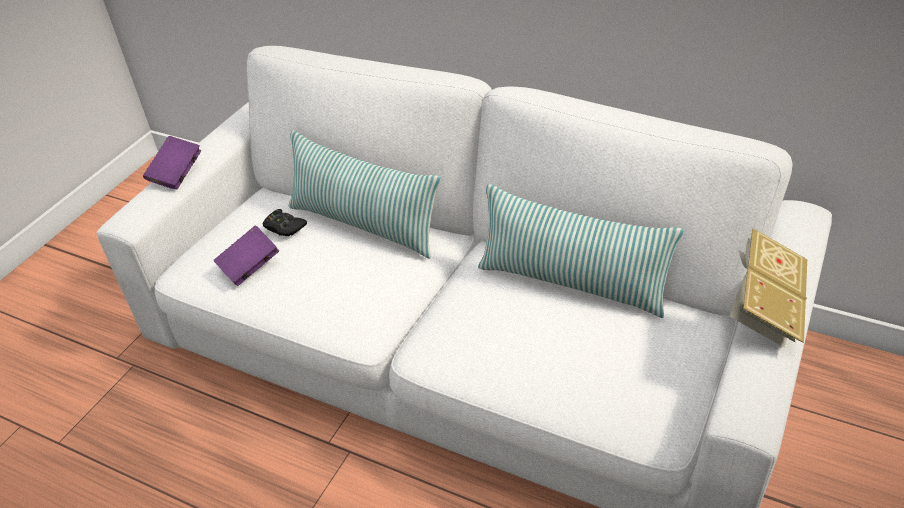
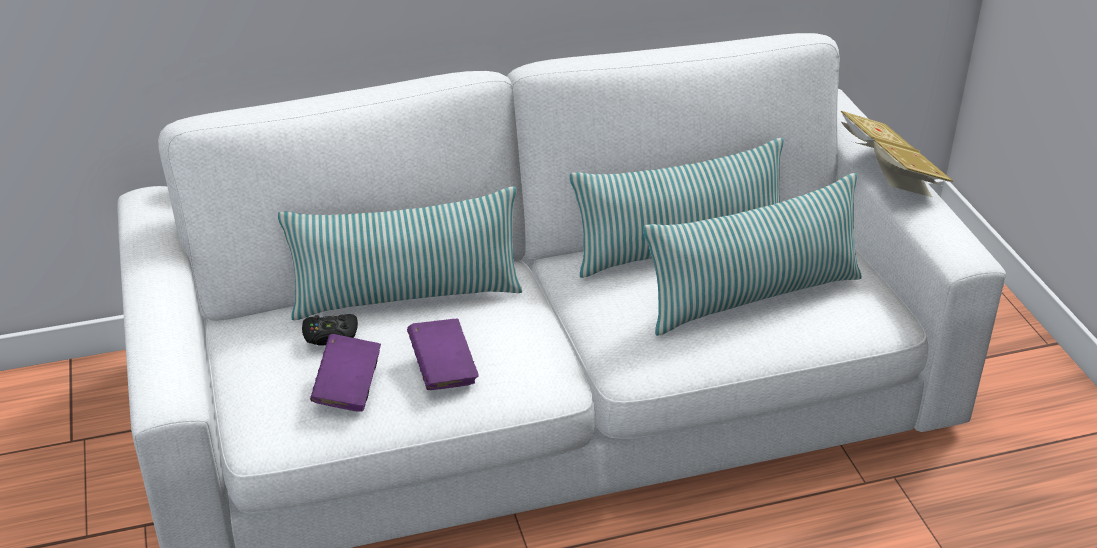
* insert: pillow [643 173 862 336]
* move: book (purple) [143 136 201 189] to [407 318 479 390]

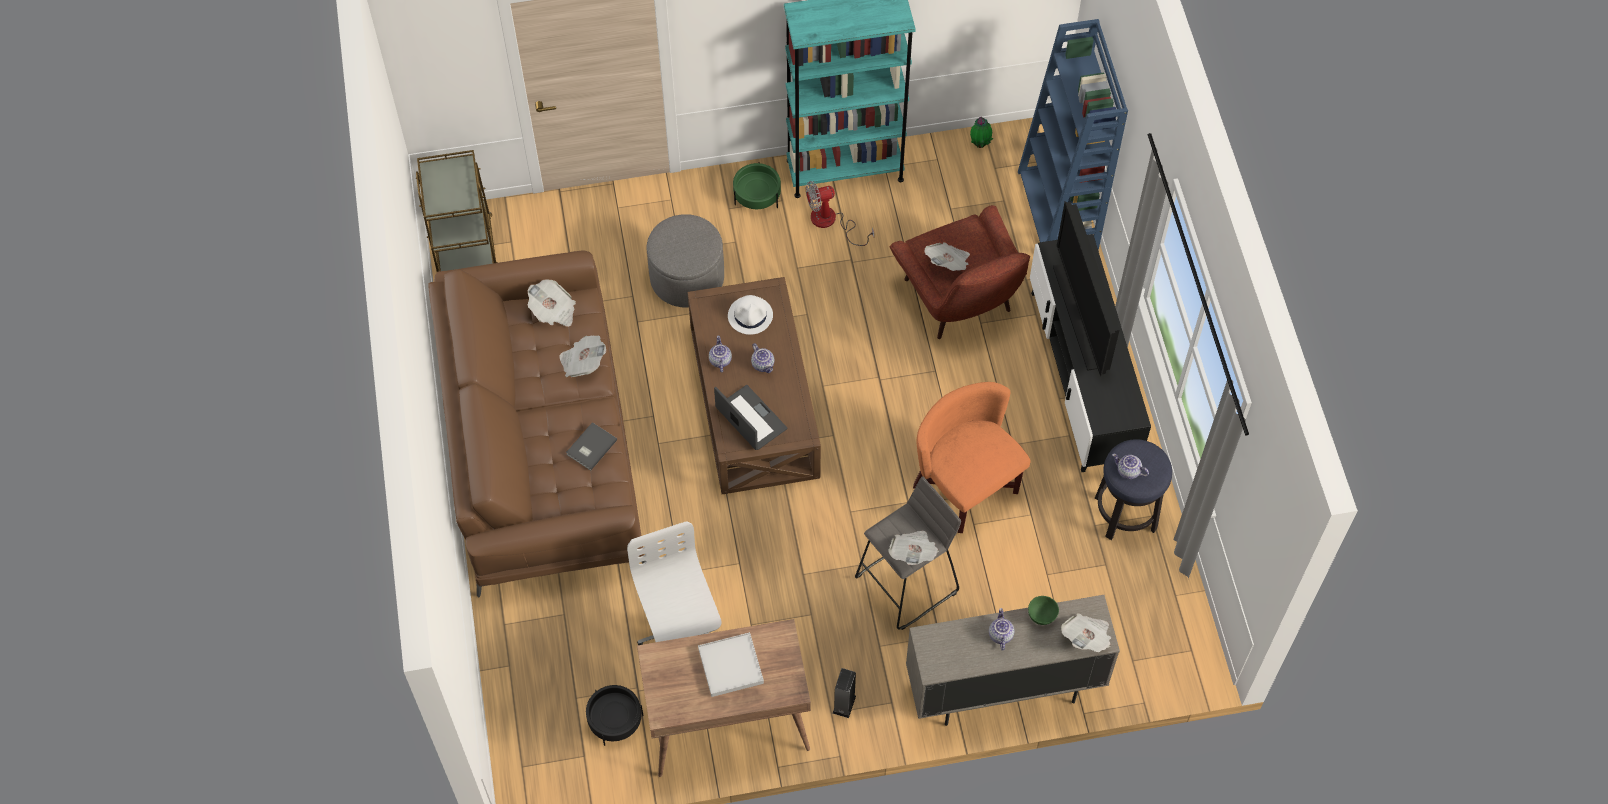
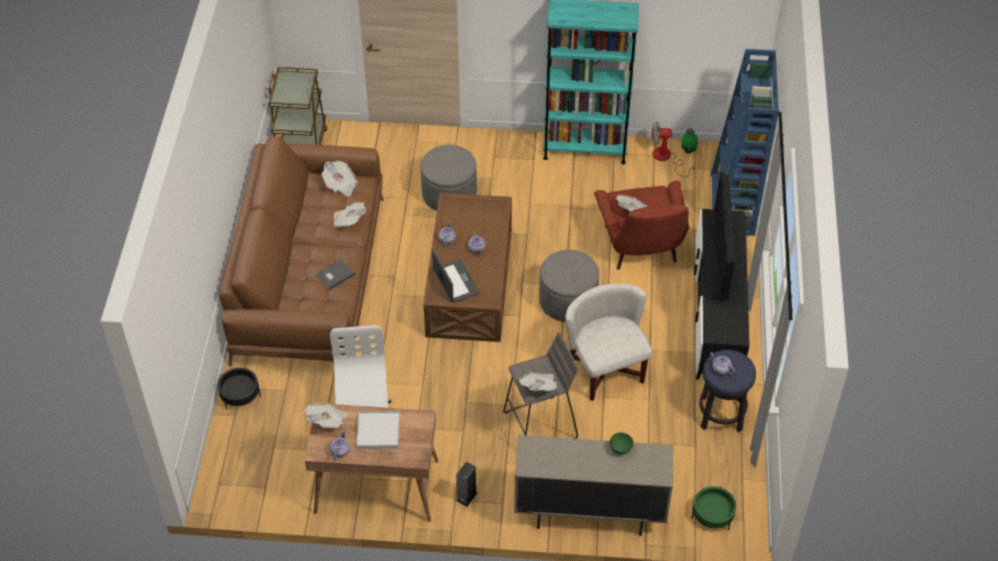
* delete: wearable hat (white) [728 295 773 335]
* insert: footrest (greyish) [539 250 599 322]
* move: plant pot (black-coloured) [586 685 643 746] to [218 368 261 409]
* move: plant pot (greenish) [733 163 781 209] to [691 486 736 530]
* move: electric fan [806 181 874 246] to [652 122 695 177]
* move: teapot [989 608 1014 650] to [330 430 350 461]
* move: newspaper [1061 613 1111 652] to [305 403 348 428]
* recolor: lounge chair (orange) [913 382 1030 533] to lounge chair (white) [565 284 653 401]

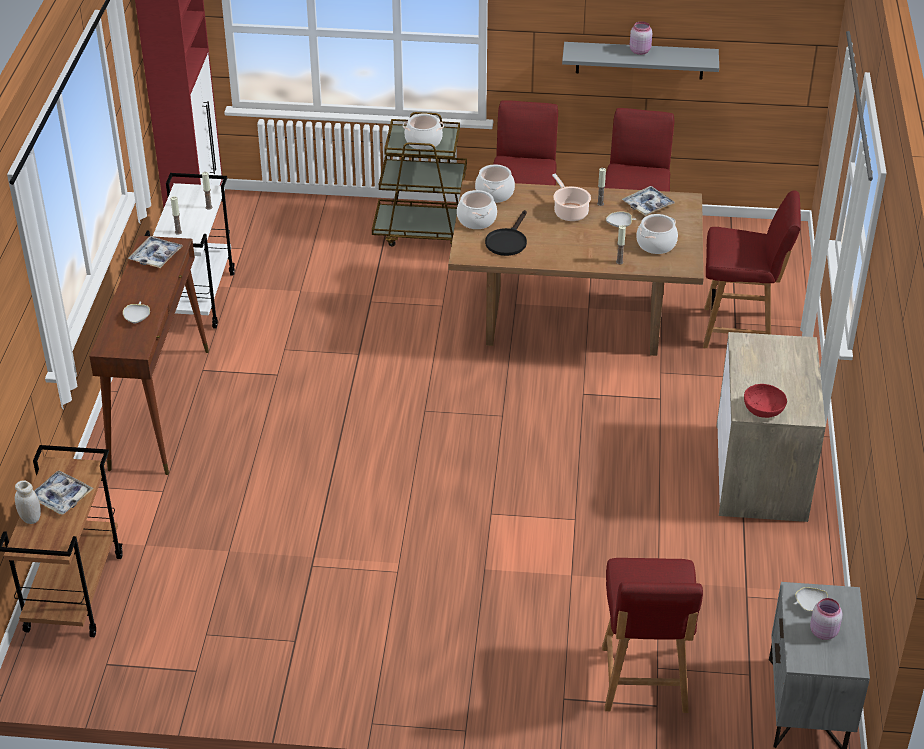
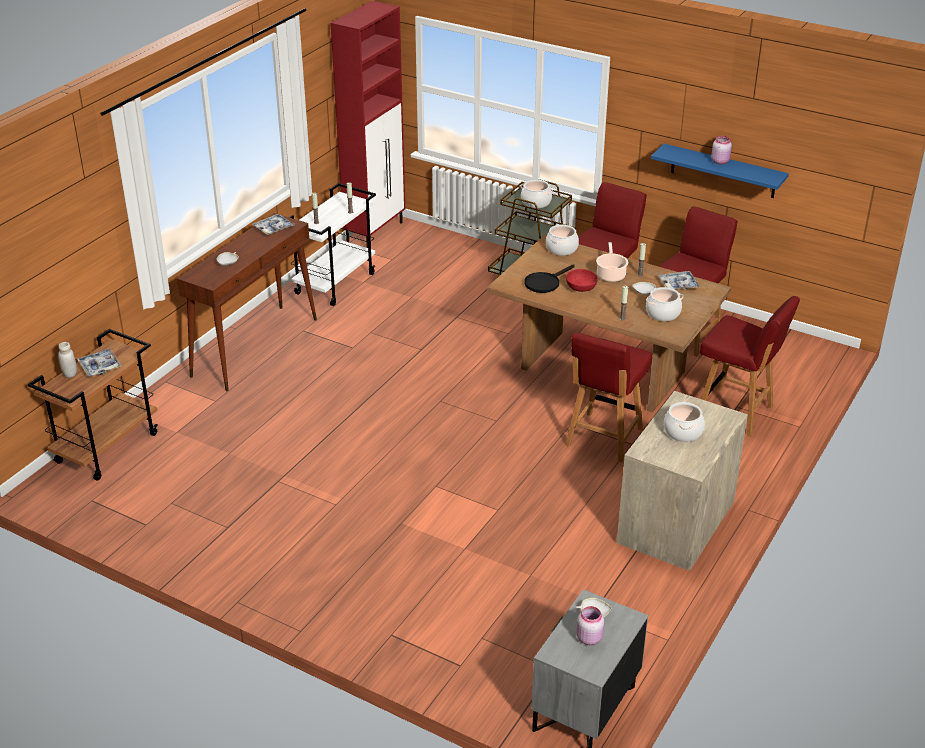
* move: cooking pot [457 190 497 229] to [664 402 705 442]
* move: chair (red-coloured) [602 558 703 713] to [566 332 652 462]
* move: serving bowl (red-coloured) [744 384 787 418] to [566 269 598 292]
* recolor: bracket shelf (greyish) [562 42 719 79] to bracket shelf (blue) [651 144 789 198]

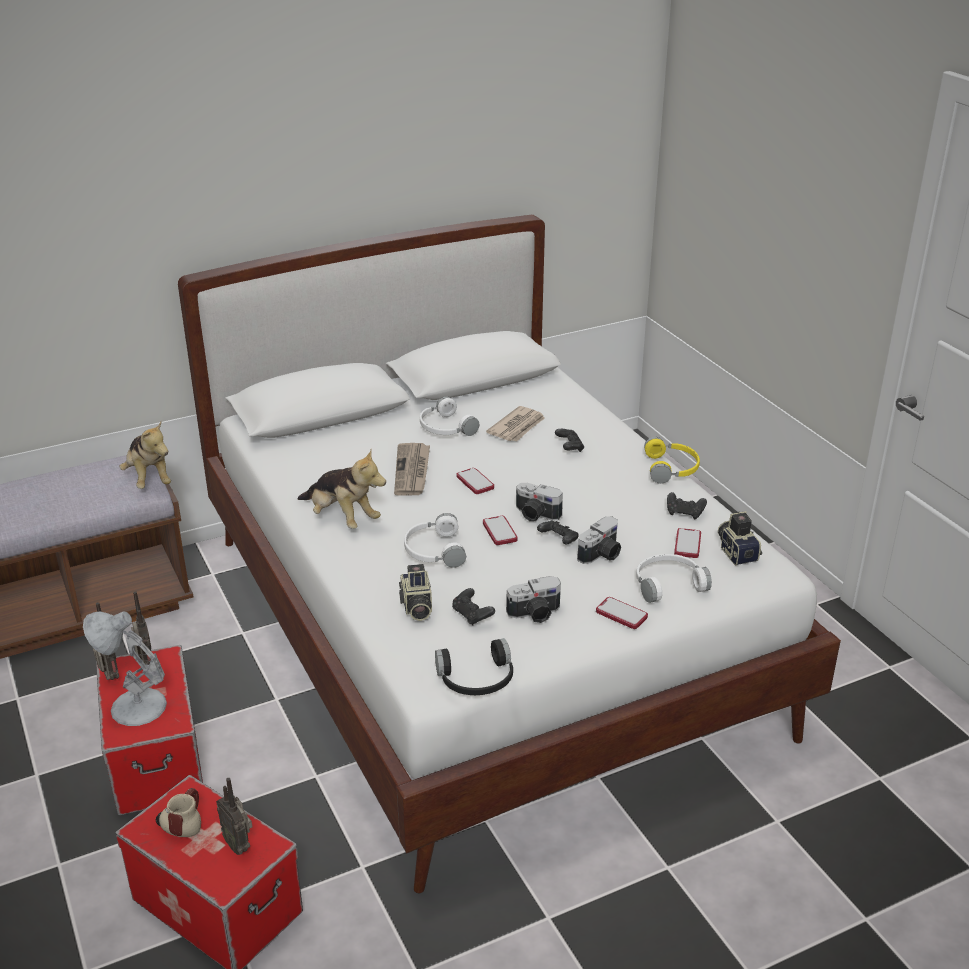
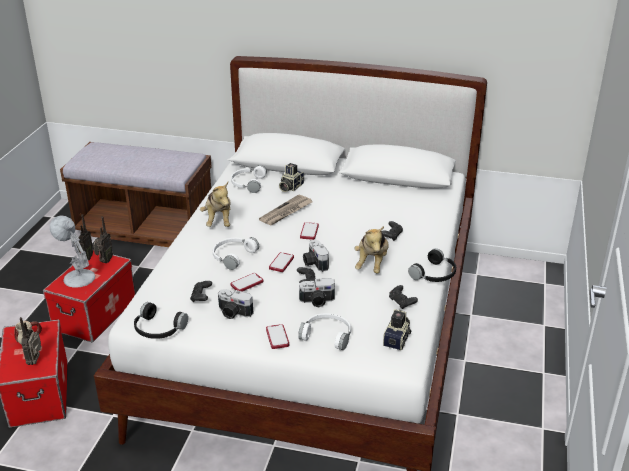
* delete: newspaper [486 406 545 442]
* move: soft toy [120 421 171 489] to [355 226 389 273]
* move: photo camera [399 564 432 621] to [279 163 304 192]
* move: headset (white) [420 396 480 436] to [231 165 267 193]
* move: phone [674 528 701 558] to [230 273 263 292]
* recolor: headset (yellow-coloured) [644 437 700 484] to headset (black-coloured) [408 248 456 282]

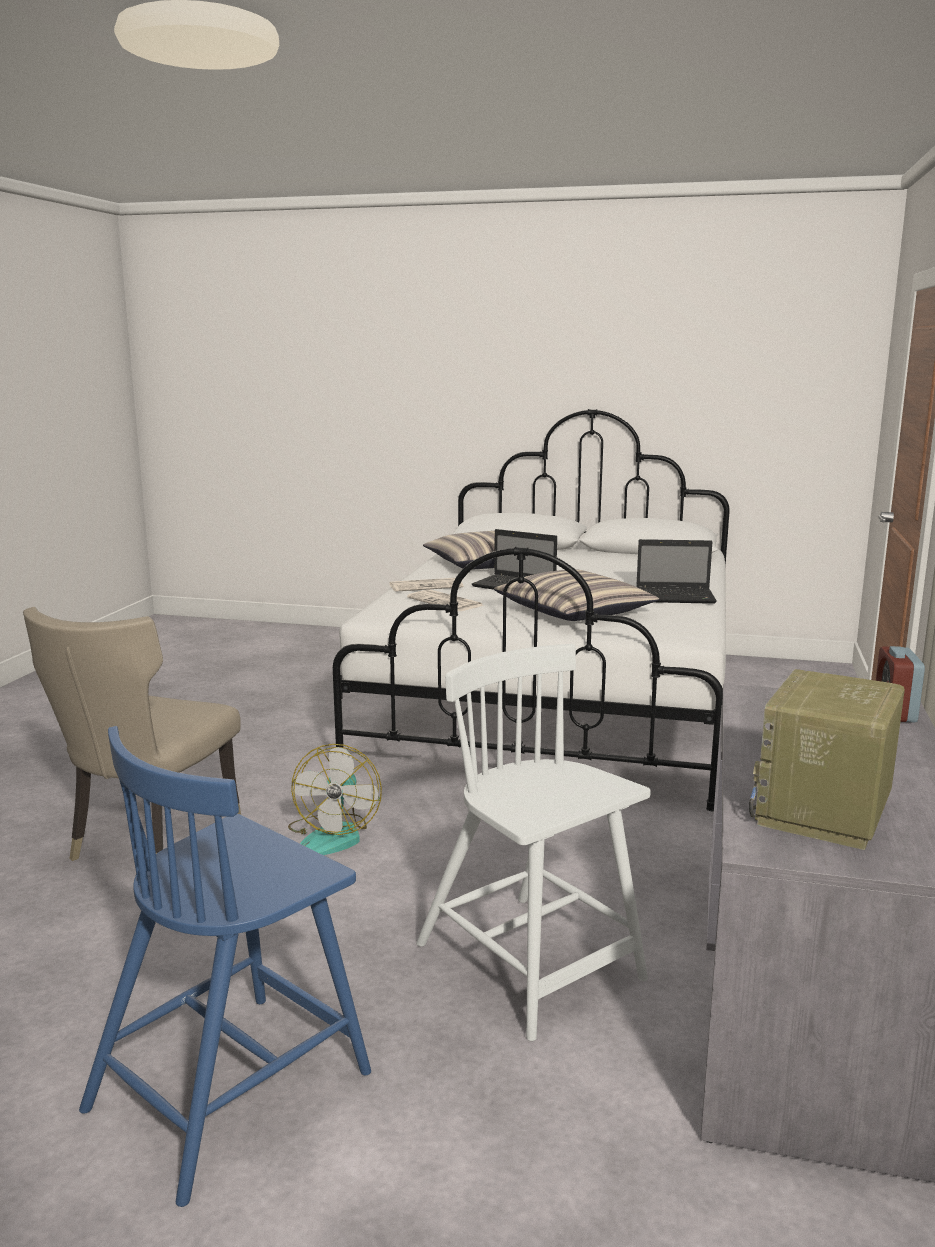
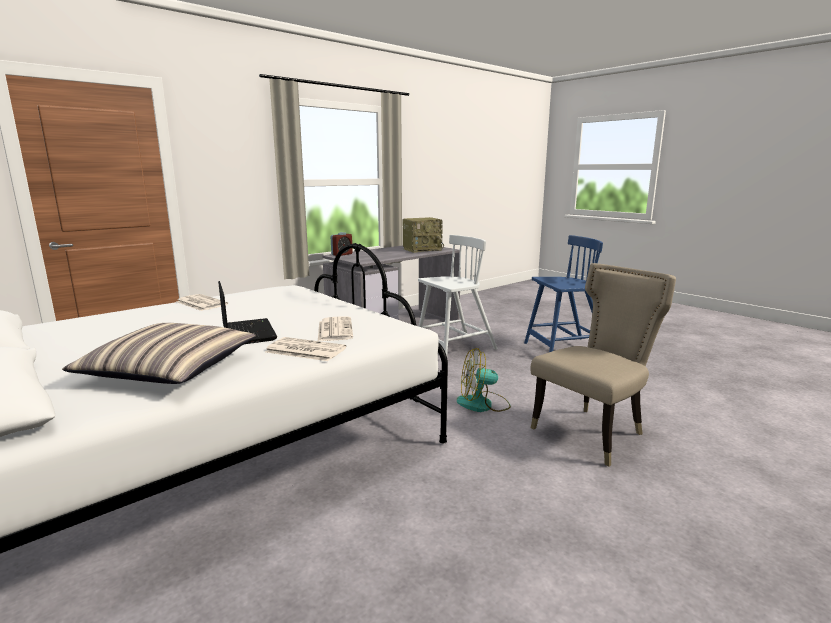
* delete: pillow [494 569 659 621]
* replace: notebook computer [636 539 717 604] to newspaper [176 294 228 311]
* rotate: electric fan [288 744 382 855] = [457 348 511 412] 135 degrees counterclockwise
* rotate: chair (white) [416 644 651 1041] = [418 235 498 356] 120 degrees counterclockwise

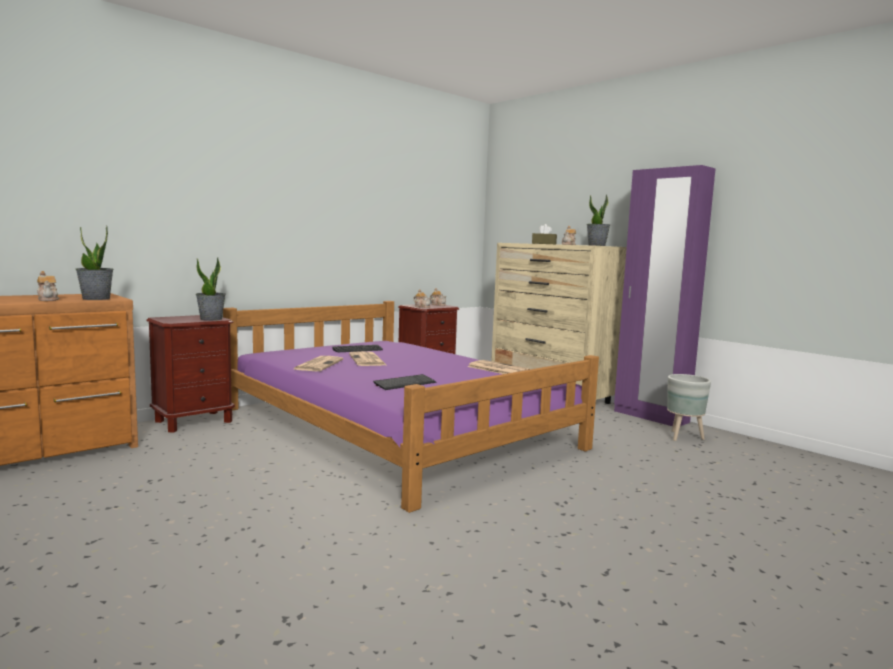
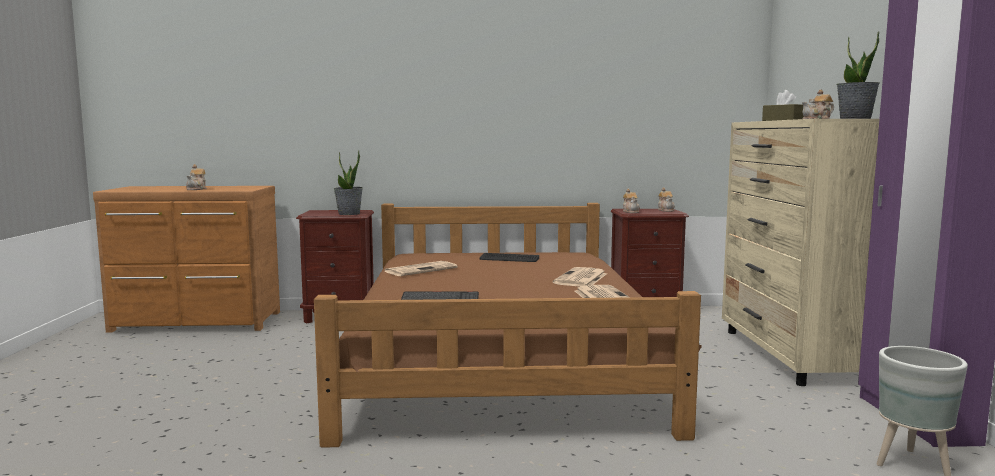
* delete: houseplant [76 226 114 300]
* move: newspaper [349 351 386 366] to [553 267 607 287]
* recolor: bed (purple) [223 301 599 513] to bed (brownish) [314 203 702 448]

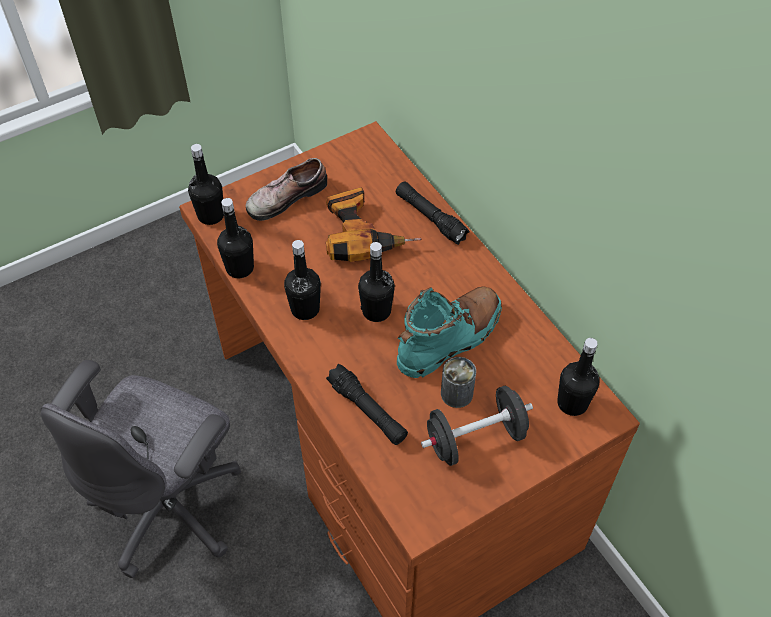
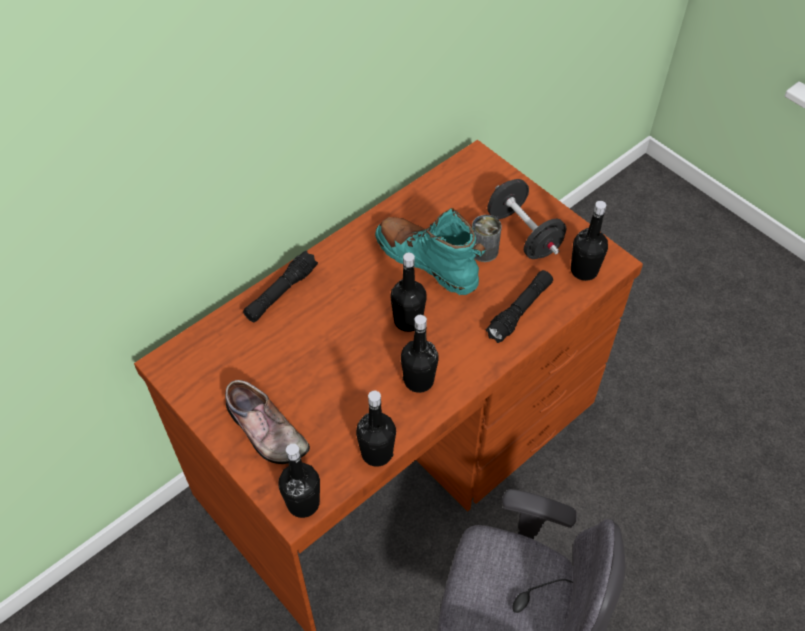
* delete: power drill [326 187 421 262]
* move: bottle (black-coloured) [557 338 600 416] to [571 201 608 281]

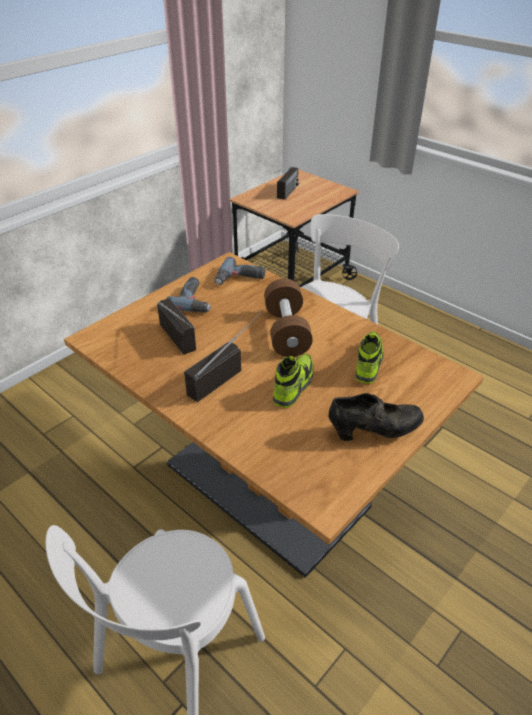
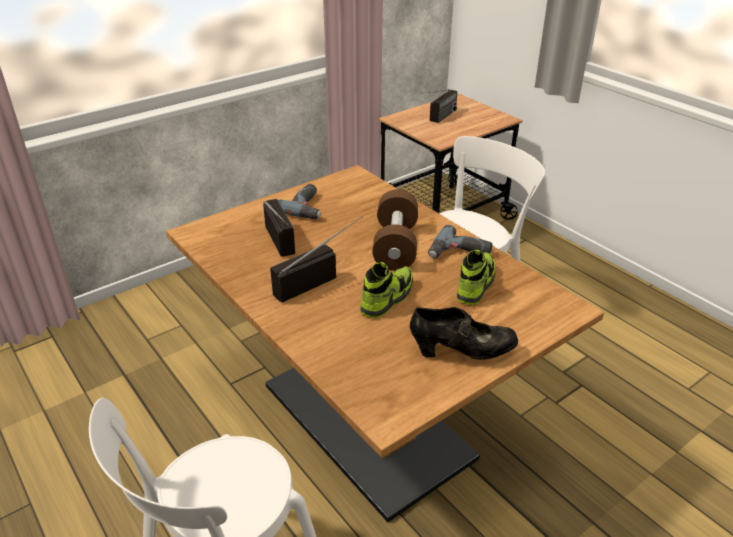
* move: power drill [214 257 265 285] to [428 225 492 258]

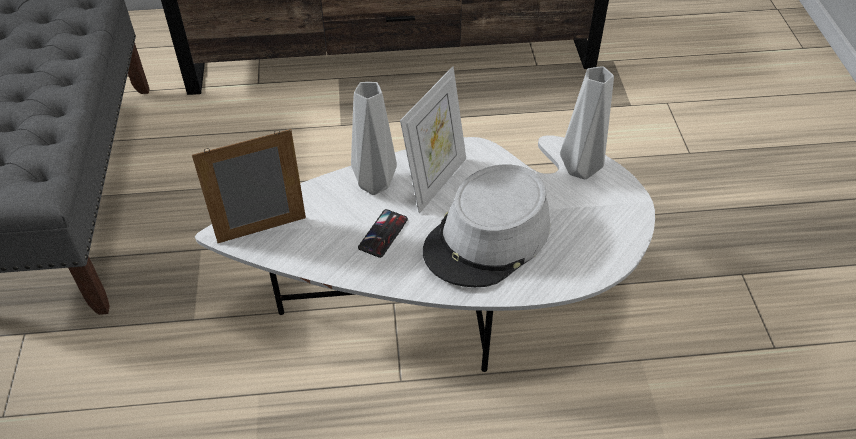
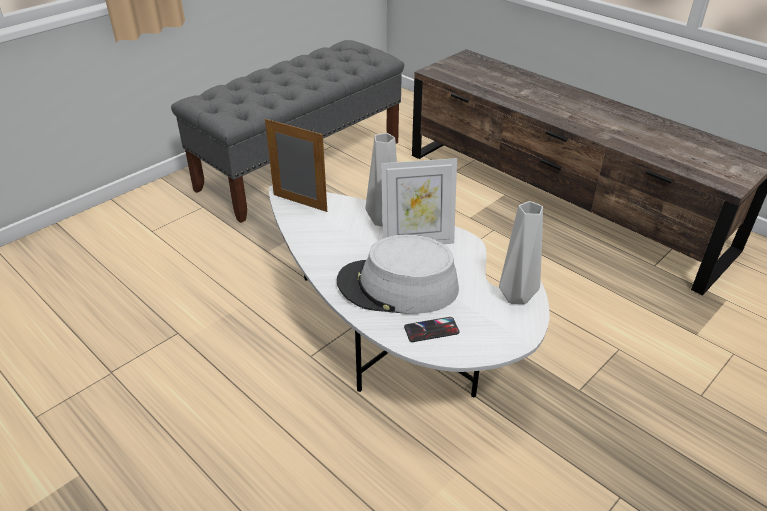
* move: phone [358 209 408 258] to [404 317 460 342]

